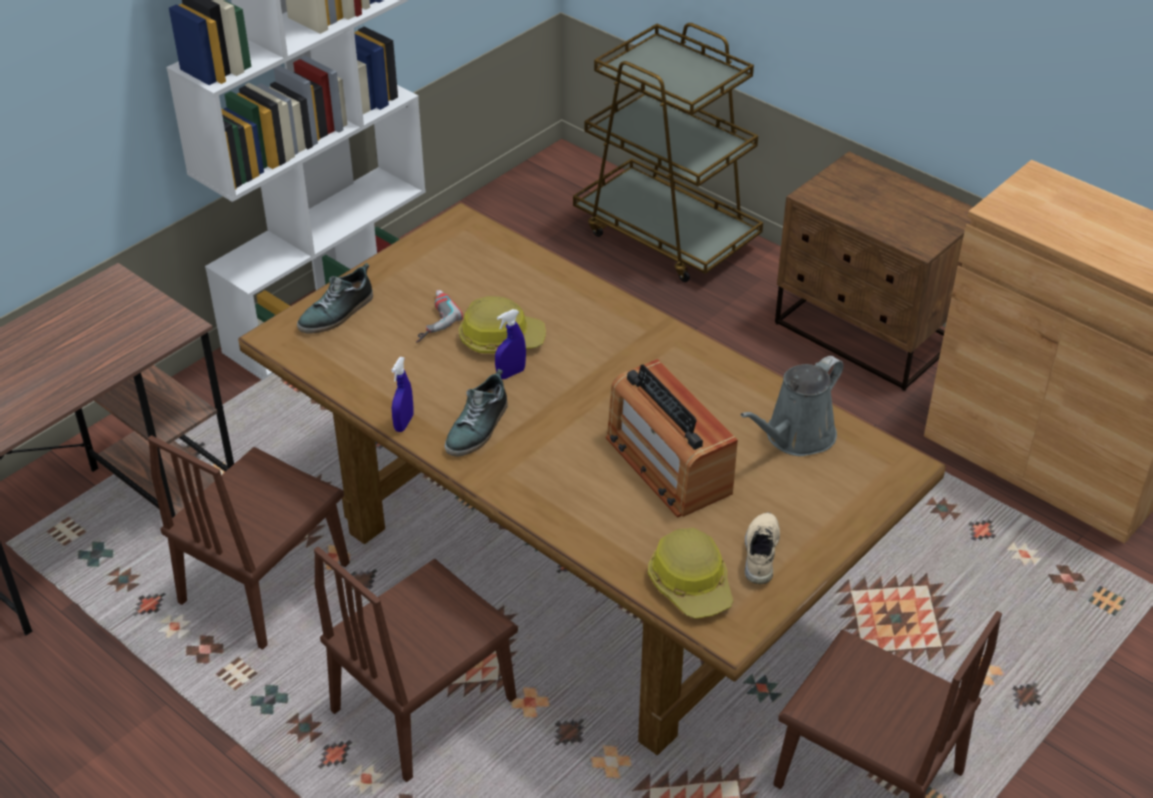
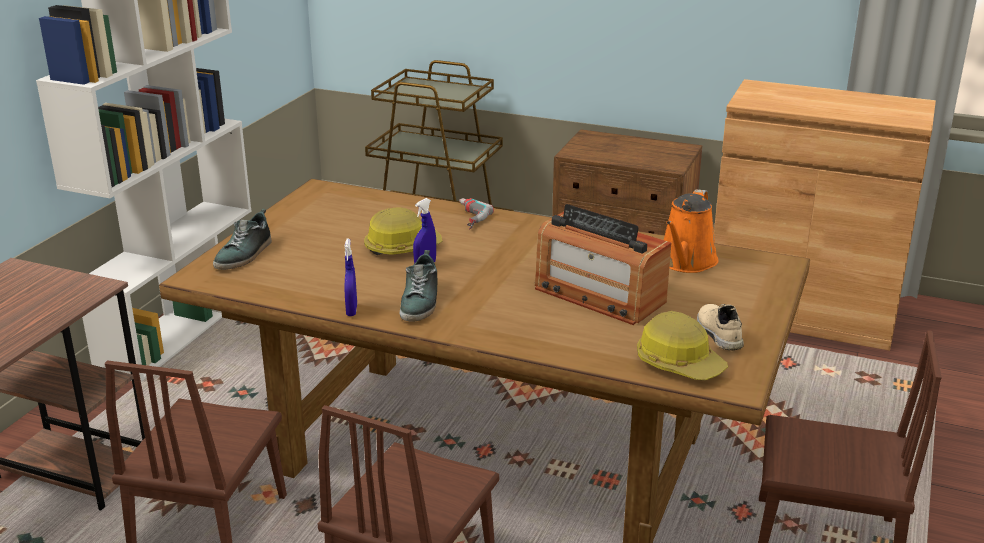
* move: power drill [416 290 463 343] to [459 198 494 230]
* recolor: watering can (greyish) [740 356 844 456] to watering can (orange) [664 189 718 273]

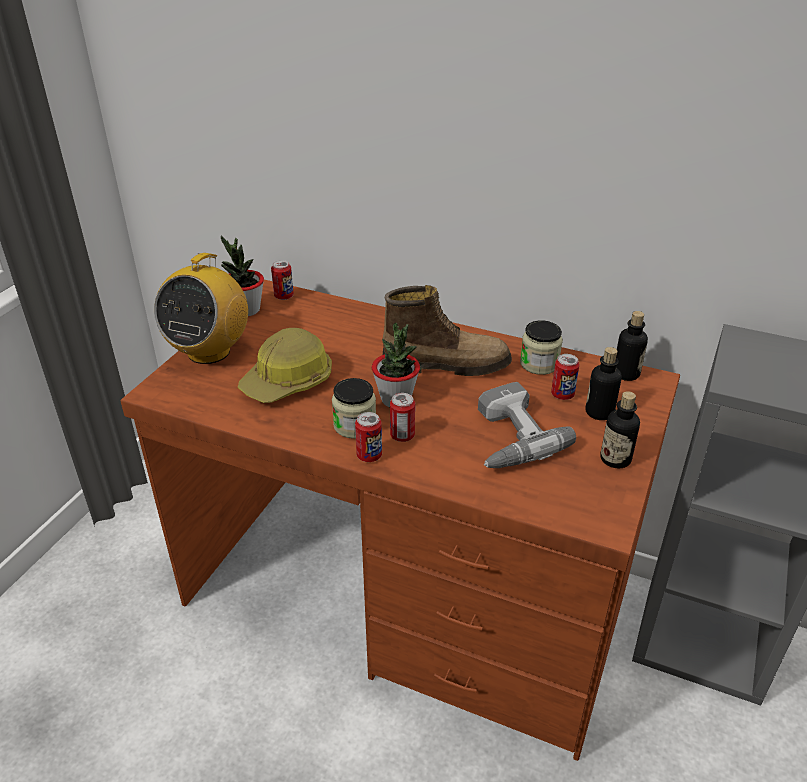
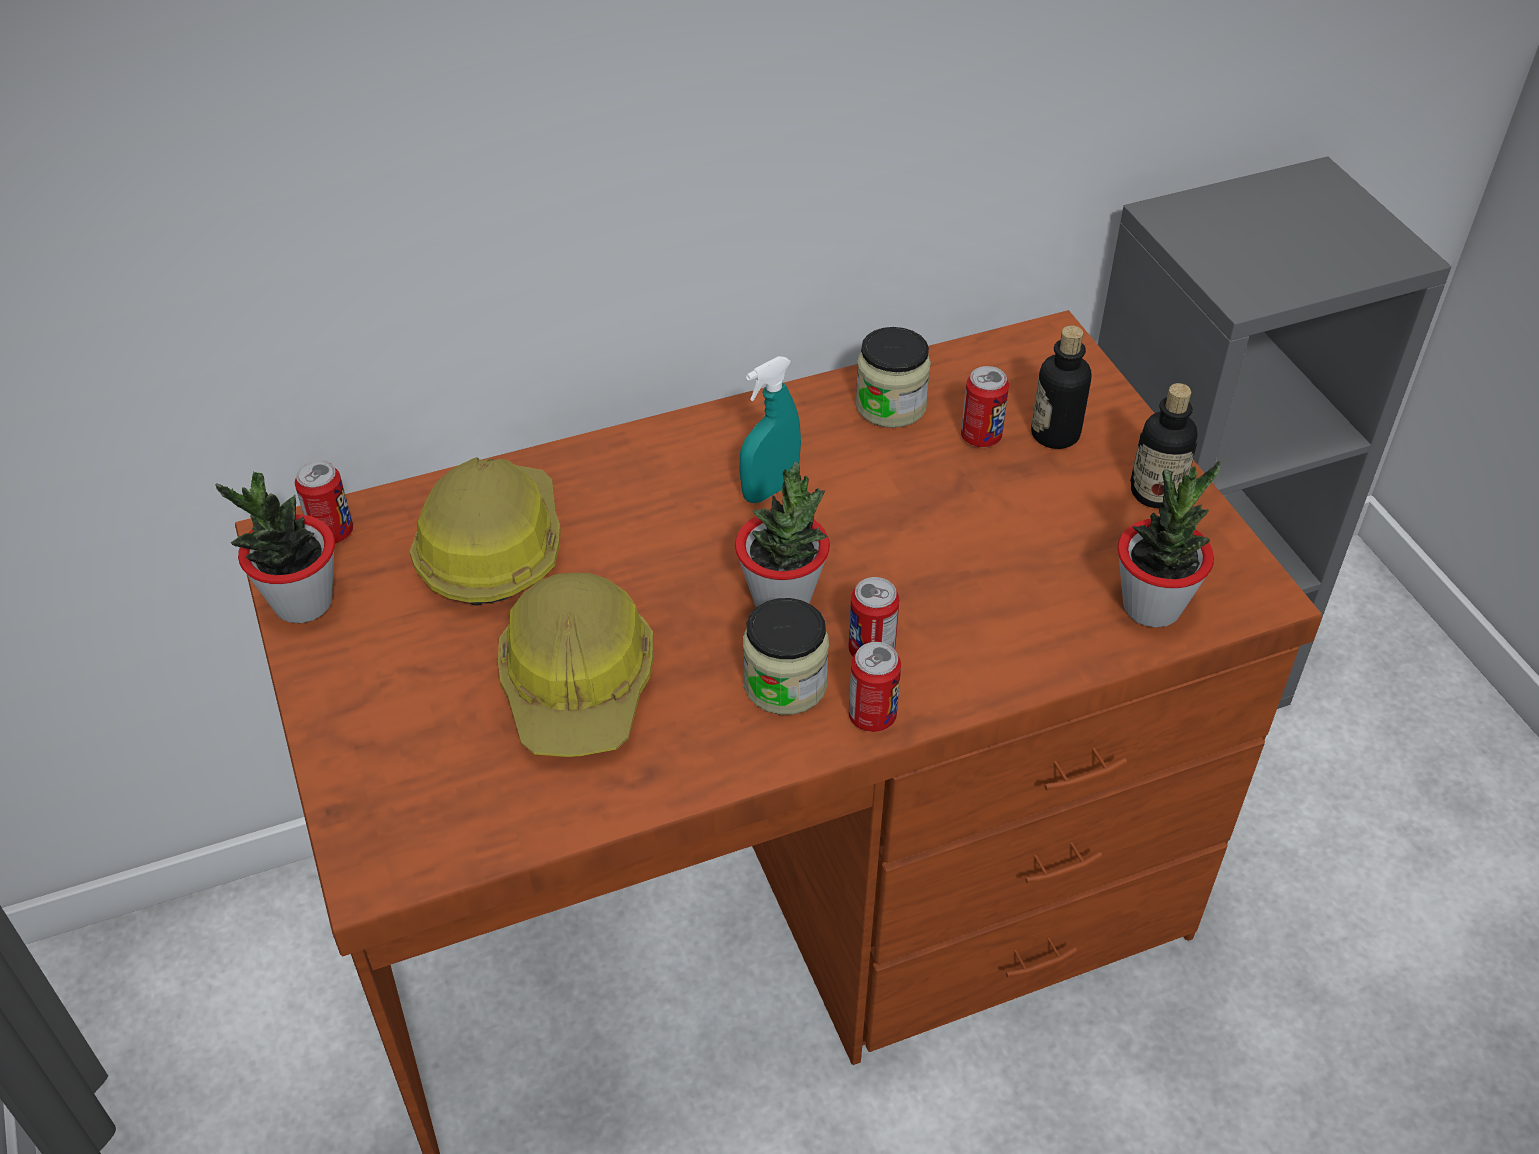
* delete: radio receiver [154 253 248 364]
* delete: power drill [478 382 576 468]
* delete: bottle [616 311 648 381]
* insert: safety helmet [410 457 561 606]
* insert: houseplant [1117 460 1221 628]
* replace: boot [383 285 512 376] to spray bottle (blue-green) [740 356 801 503]

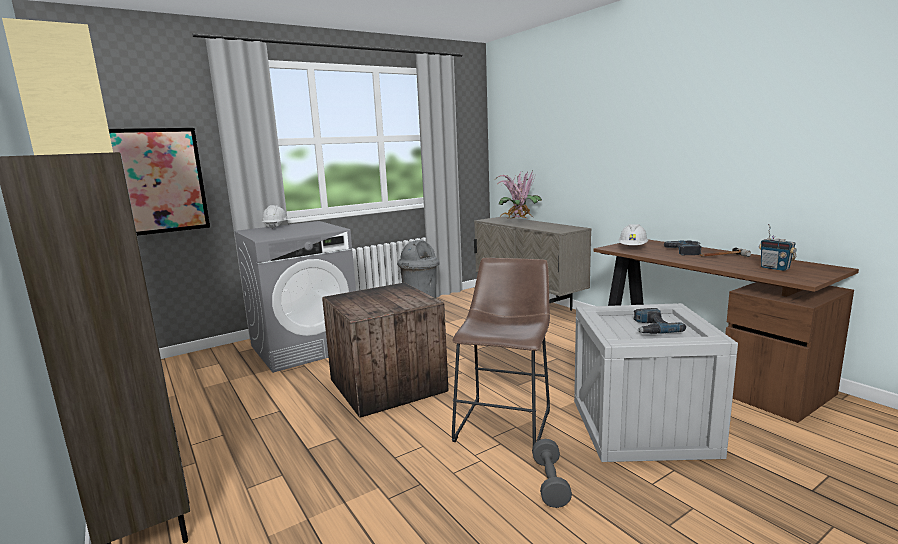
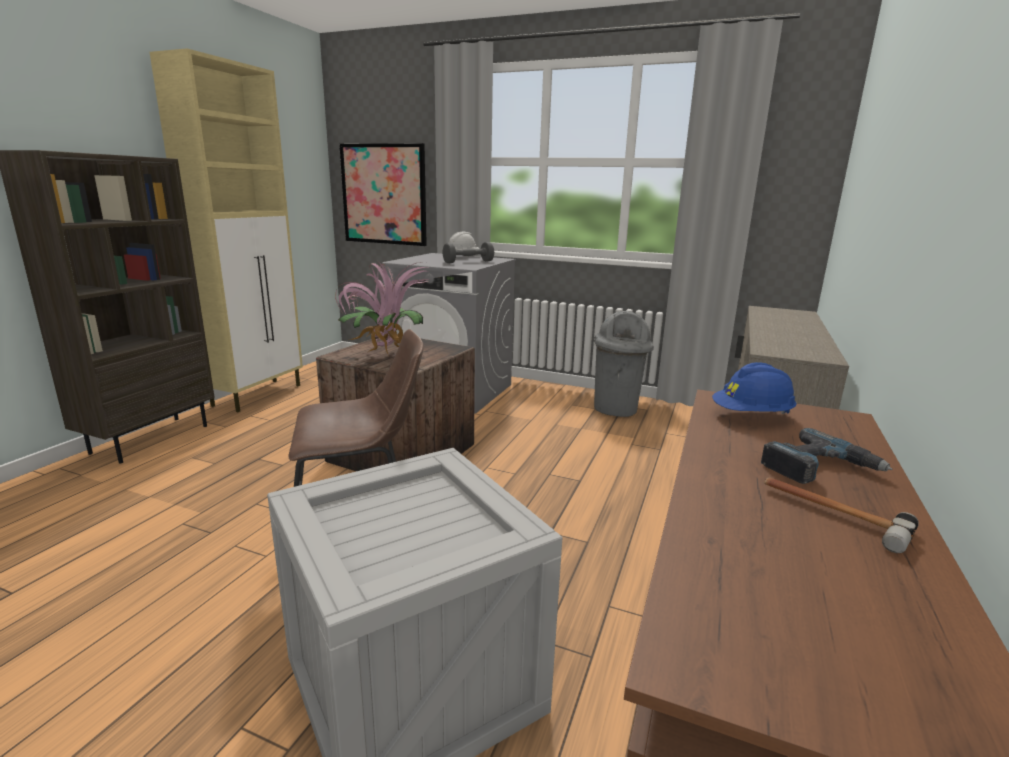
* delete: power drill [633 308 686 334]
* delete: radio receiver [759 224 797 271]
* move: houseplant [494 171 542 220] to [335 262 430 356]
* move: dumbbell (greyish) [532 439 572 508] to [442 242 494 263]
* recolor: safety helmet (white) [619 224 648 245] to safety helmet (blue) [712 362 797 414]

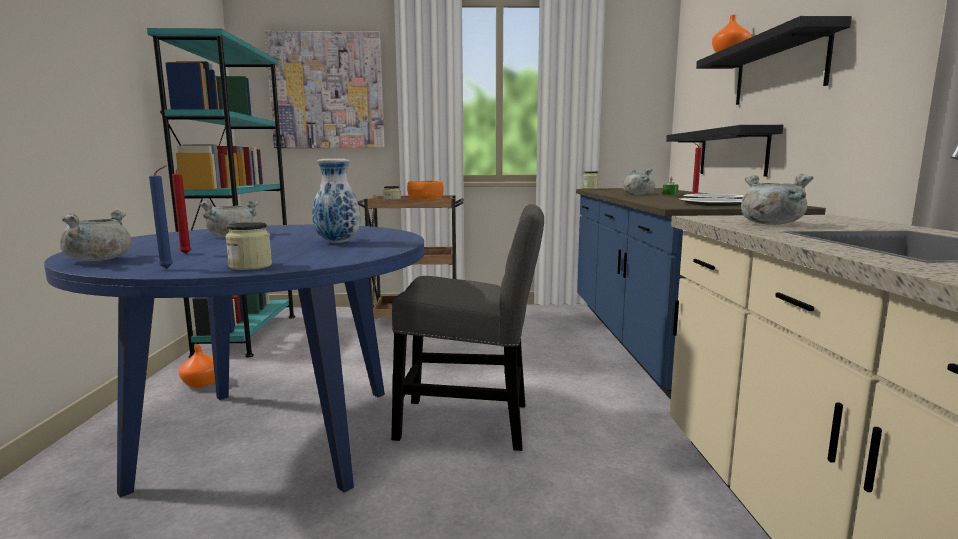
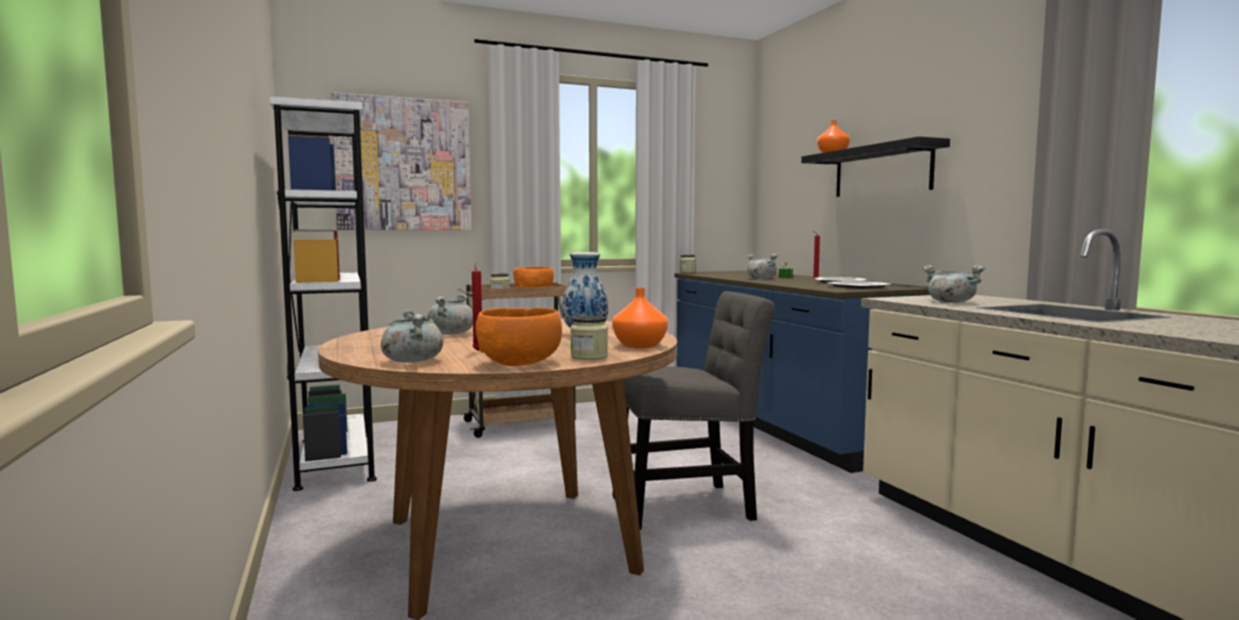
* delete: bracket shelf (black-coloured) [666 125 783 177]
* move: vase (orange) [178 345 215 388] to [612 288 668 348]
* replace: wax light (blue) [149 165 173 269] to serving bowl (orange) [476 308 562 366]
* recolor: kitchen table (blue) [44 225 424 498] to kitchen table (brownish) [318 318 677 620]
* recolor: shelving unit (blue-green) [147 28 295 358] to shelving unit (white) [270 96 377 491]

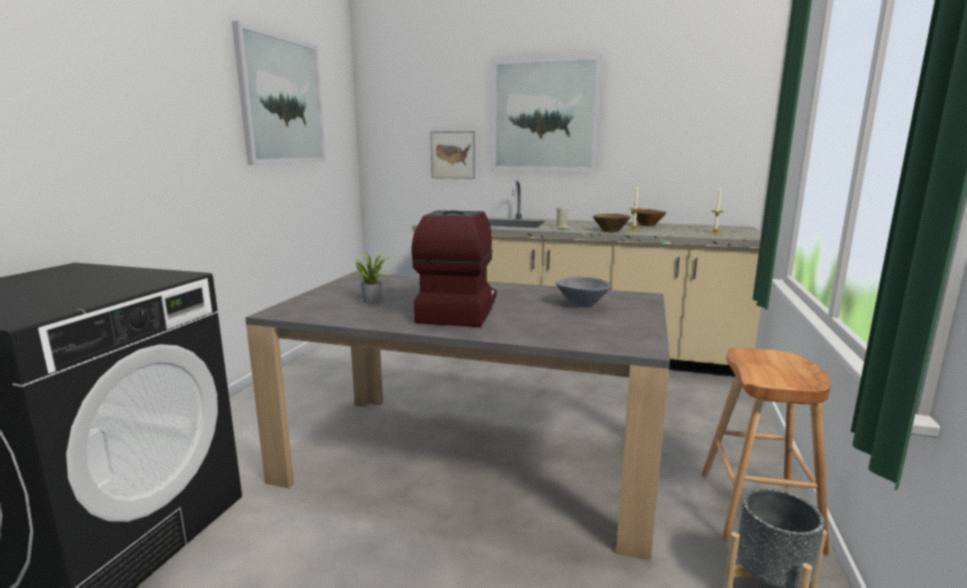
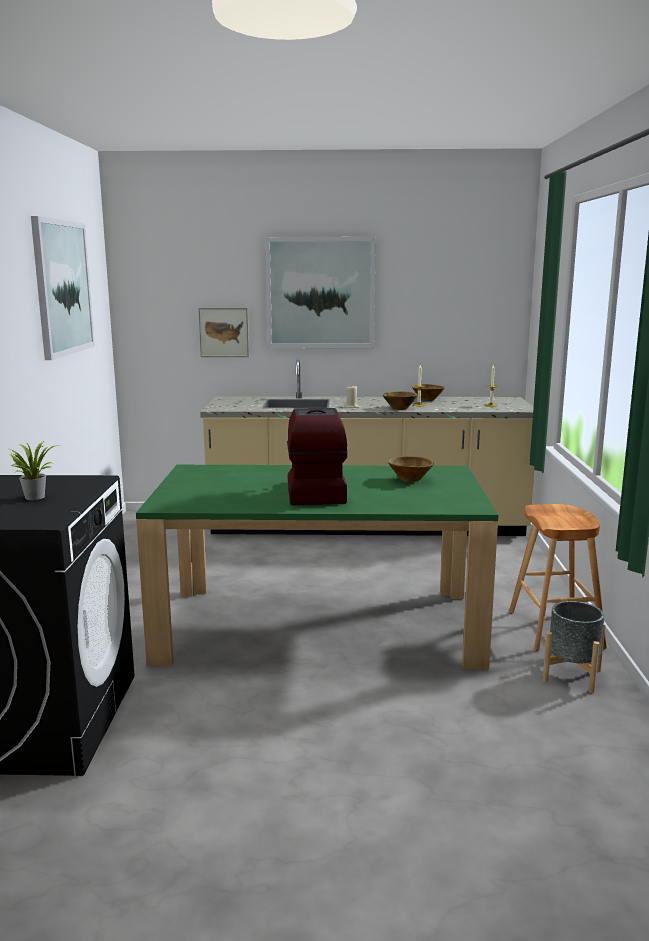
* move: houseplant [353 253 395 303] to [7 441 59 500]
* recolor: kitchen table (greyish) [245 272 670 561] to kitchen table (greenish) [136 465 498 669]
* recolor: serving bowl (greyish) [556 276 610 307] to serving bowl (brownish) [388 456 434 482]

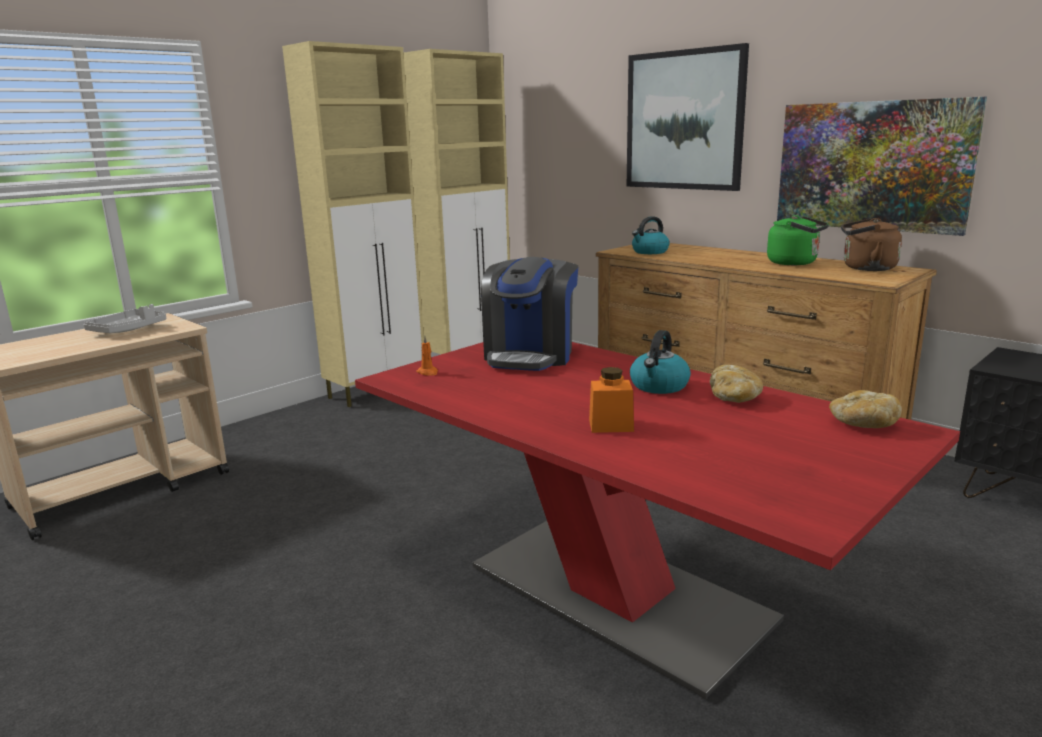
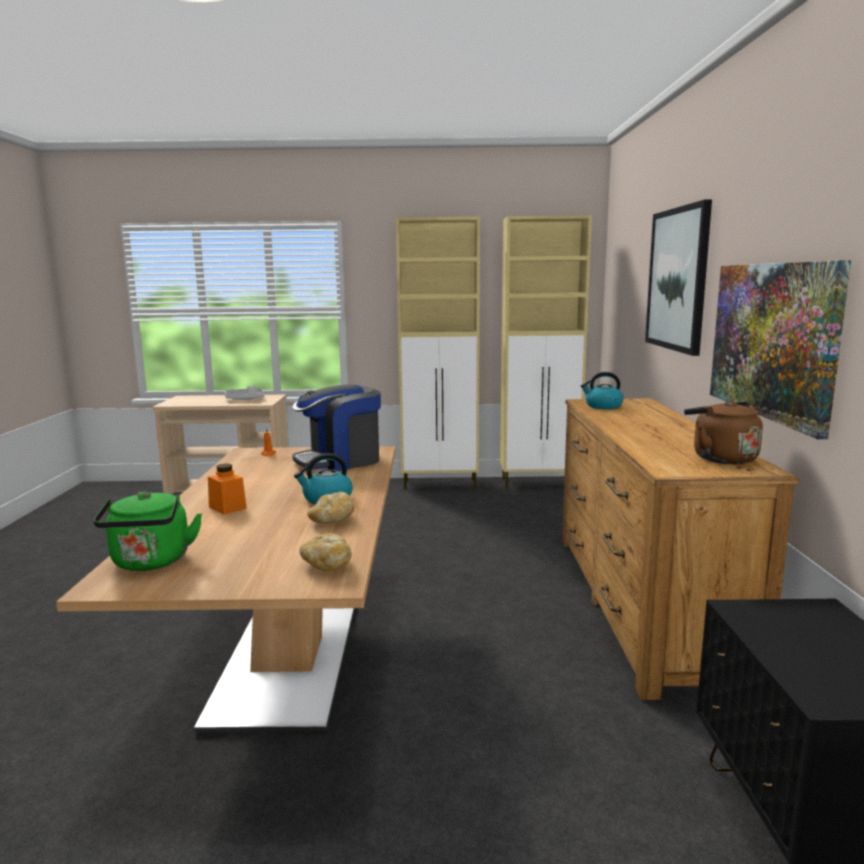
* move: tea kettle (greenish) [767 215 829 265] to [93 491 202 571]
* recolor: kitchen table (red-coloured) [355 342 960 699] to kitchen table (beige-coloured) [56 446 396 733]

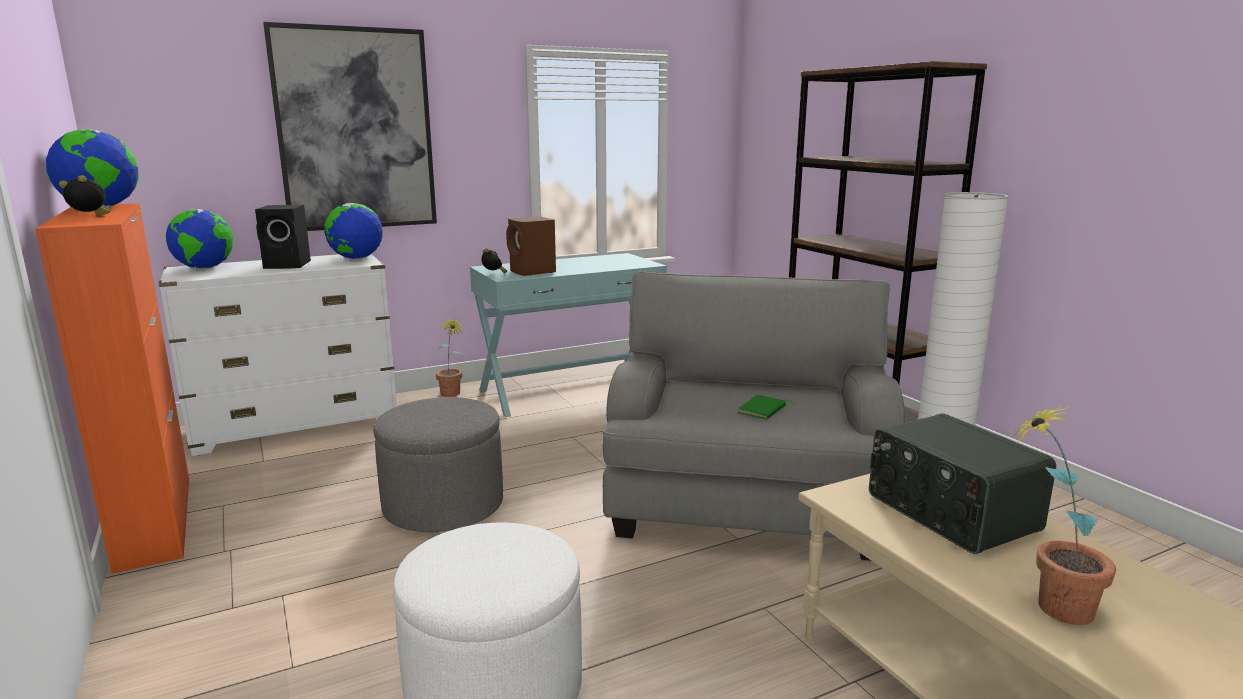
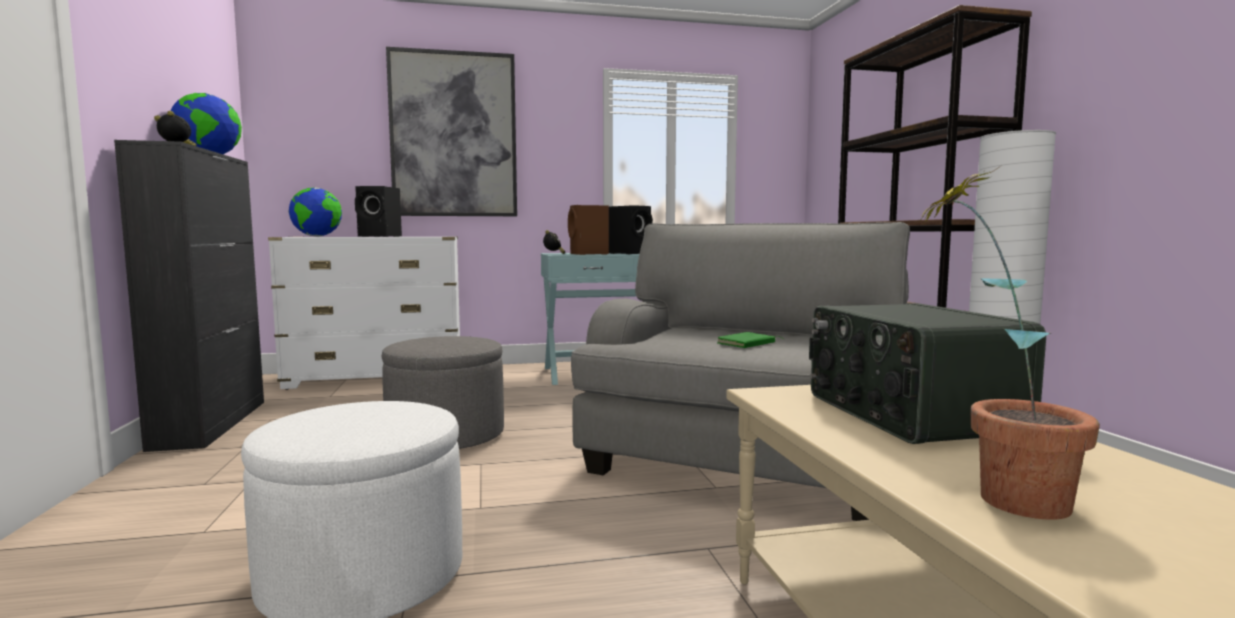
* delete: globe [324 203 383 259]
* delete: houseplant [436 318 464 397]
* insert: audio speaker (black-coloured) [609 205 653 254]
* recolor: cabinet (orange) [35 203 189 574] to cabinet (black-coloured) [114 140 264 452]

